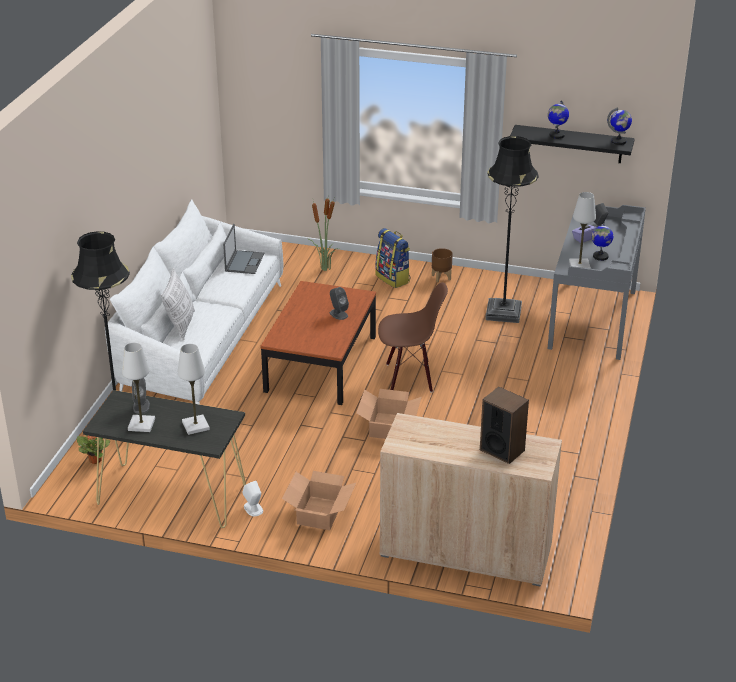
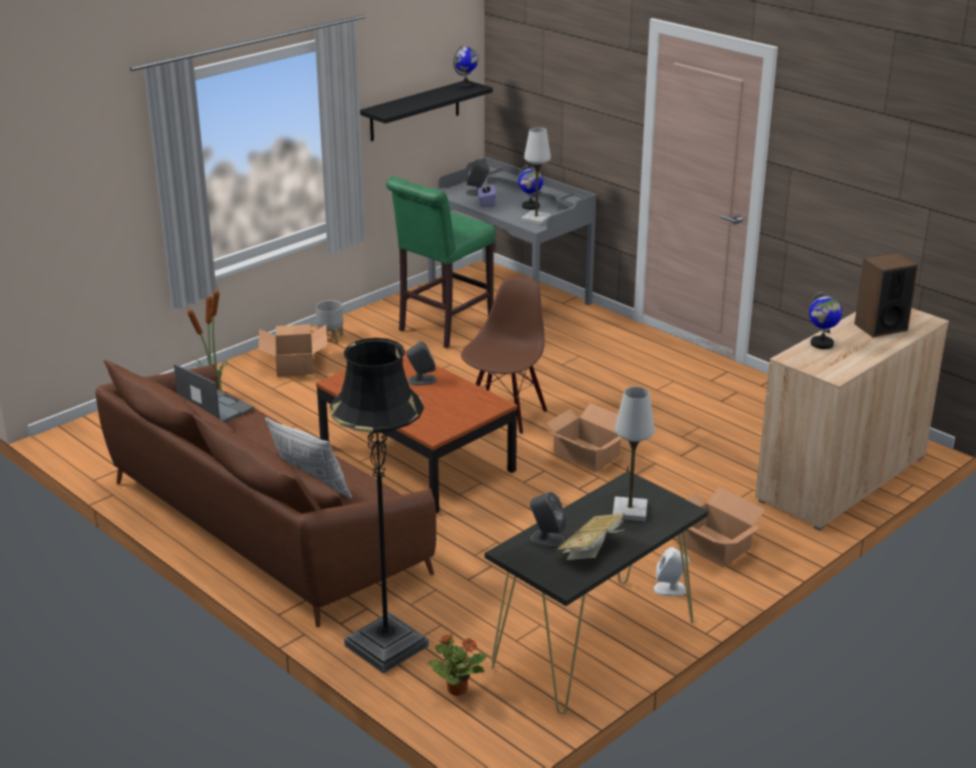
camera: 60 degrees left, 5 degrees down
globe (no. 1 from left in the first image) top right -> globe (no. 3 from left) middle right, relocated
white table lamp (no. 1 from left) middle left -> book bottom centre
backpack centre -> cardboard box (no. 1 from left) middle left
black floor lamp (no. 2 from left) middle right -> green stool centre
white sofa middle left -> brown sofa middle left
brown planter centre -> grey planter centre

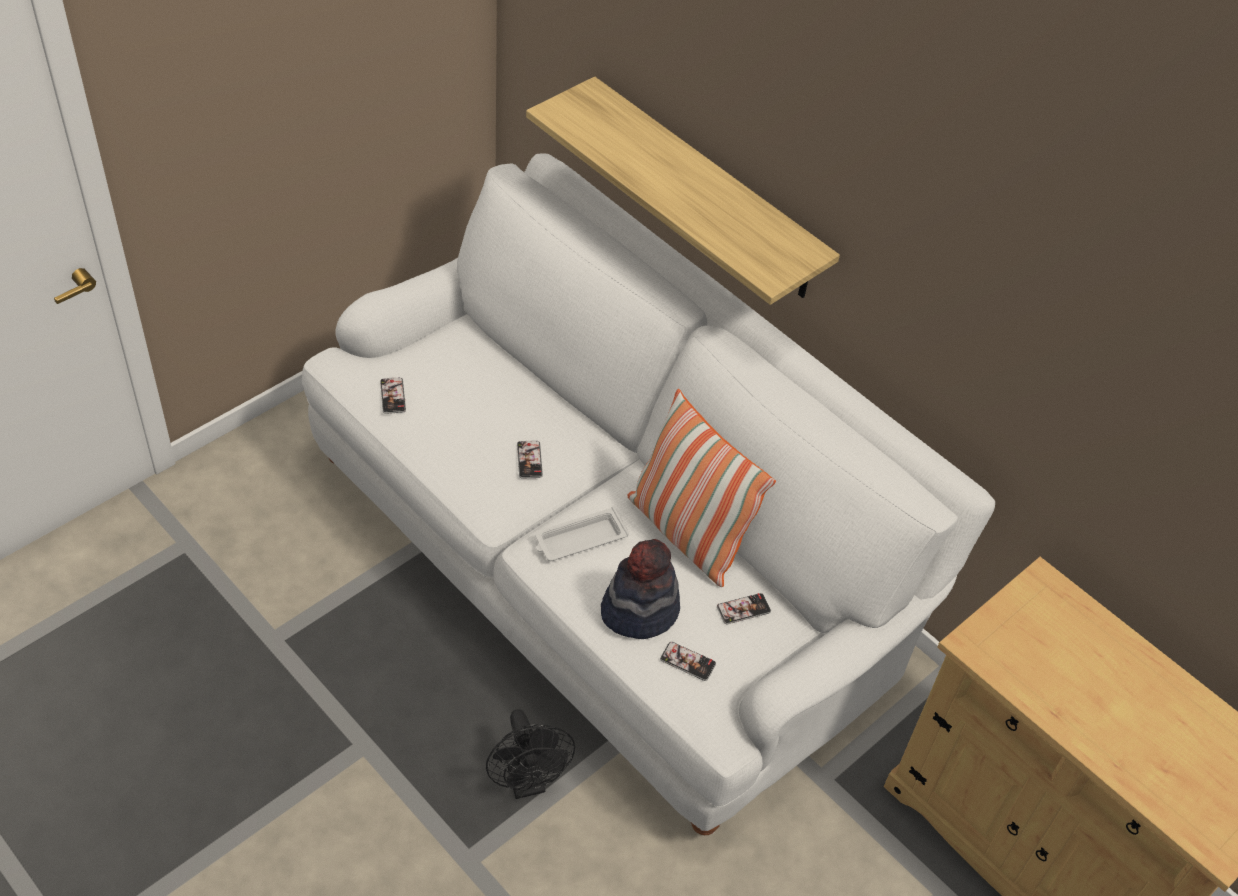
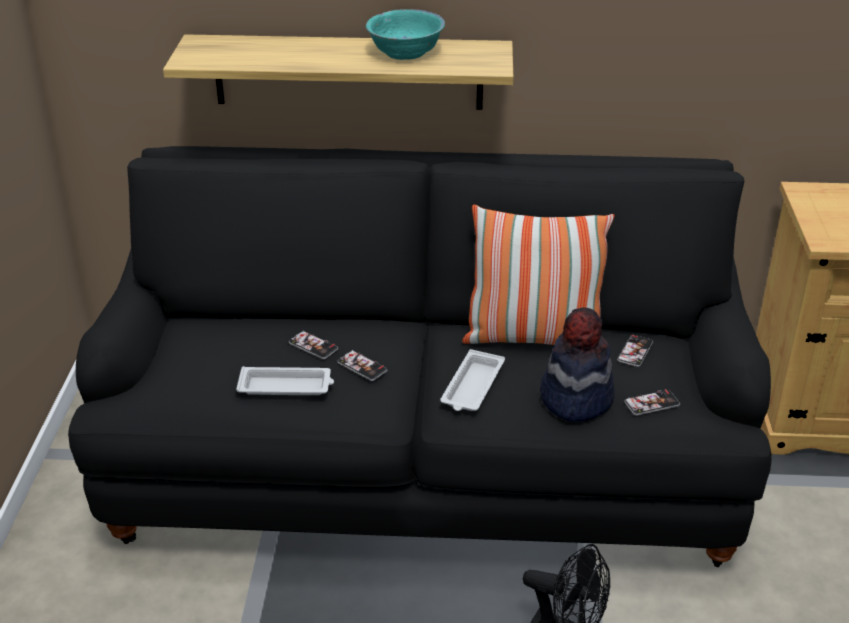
camera: 40 degrees left, 15 degrees down
none -> white tray (no. 1 from left) centre
none -> turquoise bowl top centre
phone (no. 1 from left) middle left -> phone (no. 1 from left) centre, relocated
white sofa centre -> black sofa centre

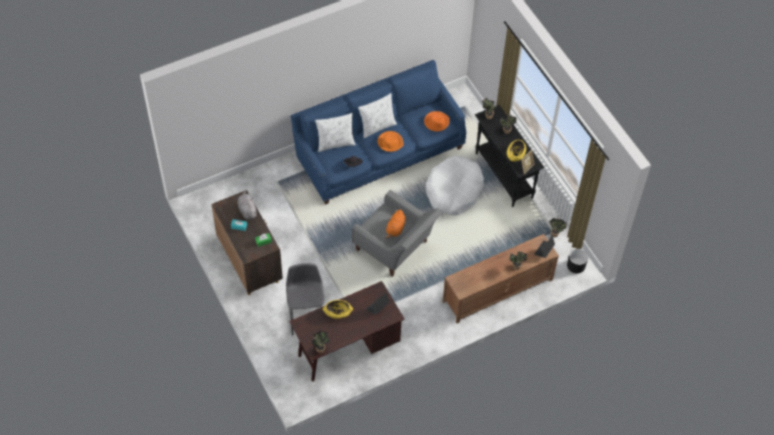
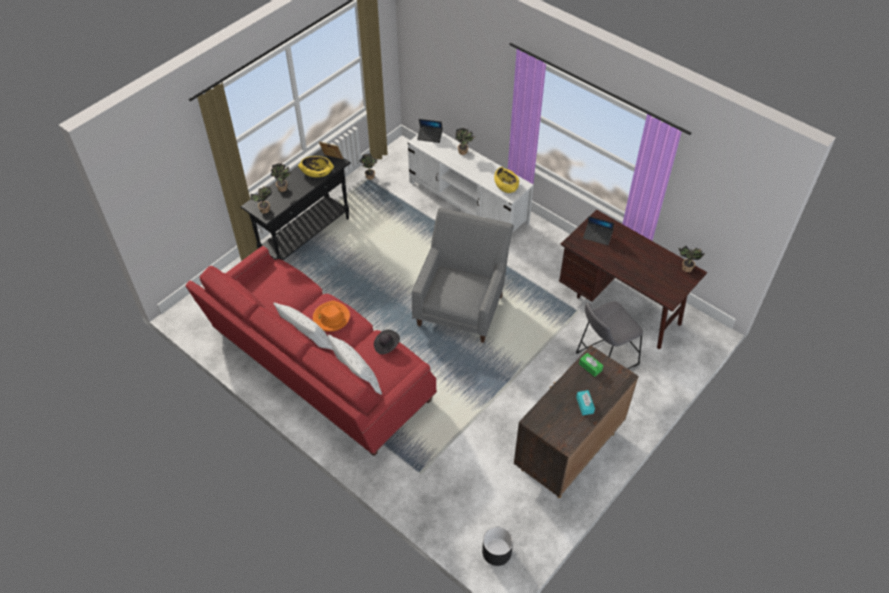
camera: 110 degrees left, 5 degrees down
grey plush toy middle left -> none
orange plush toy centre -> none
orange hat (no. 2 from left) top centre -> none
white dog bed centre -> none
yellow bowl (no. 1 from left in the first image) bottom centre -> yellow bowl (no. 2 from left) top centre, relocated
black planter middle right -> black planter bottom centre, relocated
blue sofa top centre -> red sofa centre
brown tv stand centre -> white tv stand top centre

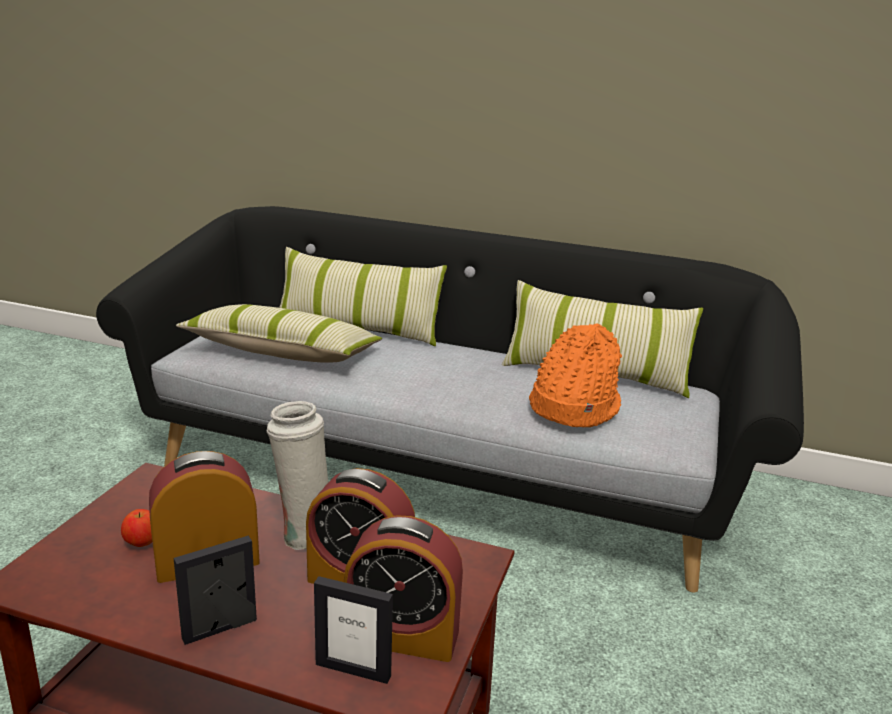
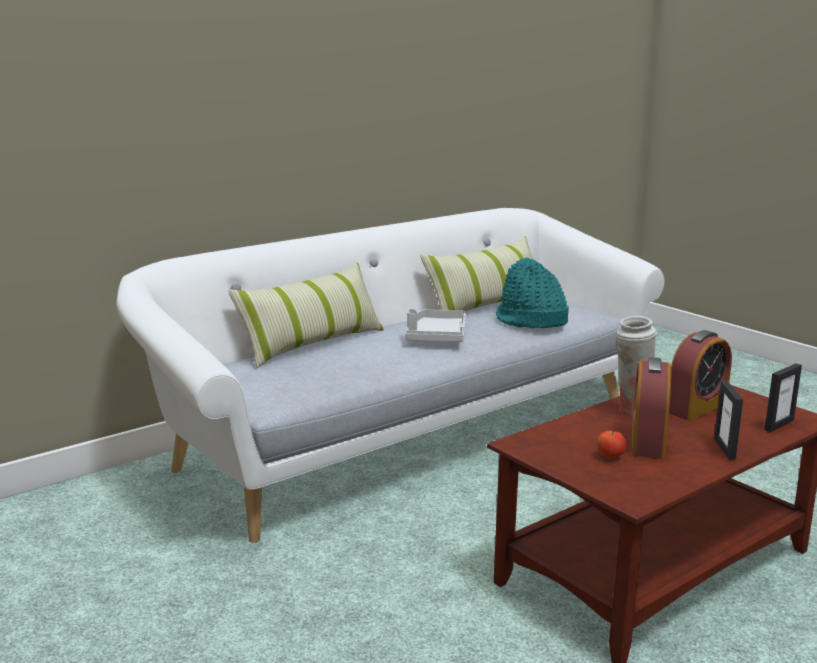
camera: 55 degrees left, 5 degrees down
pillow (no. 1 from left) middle left -> none
alarm clock (no. 3 from left) bottom centre -> none
none -> grey tray centre
black sofa centre -> white sofa centre
orange hat centre -> turquoise hat centre

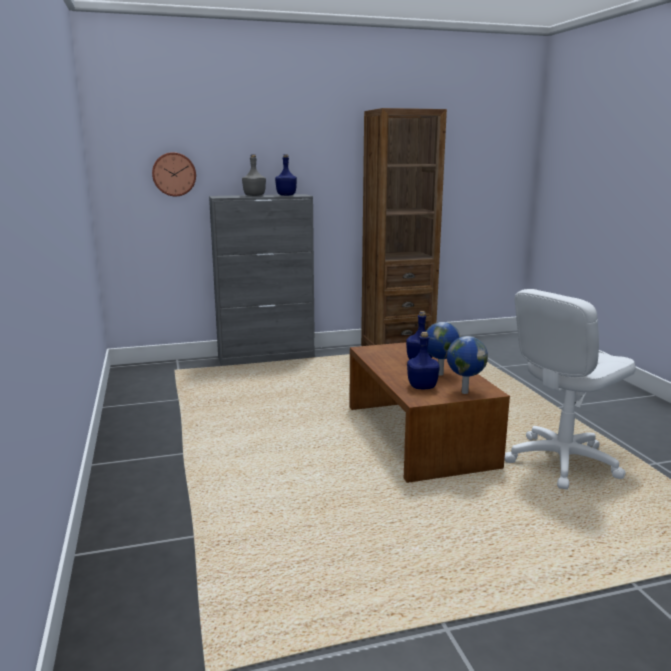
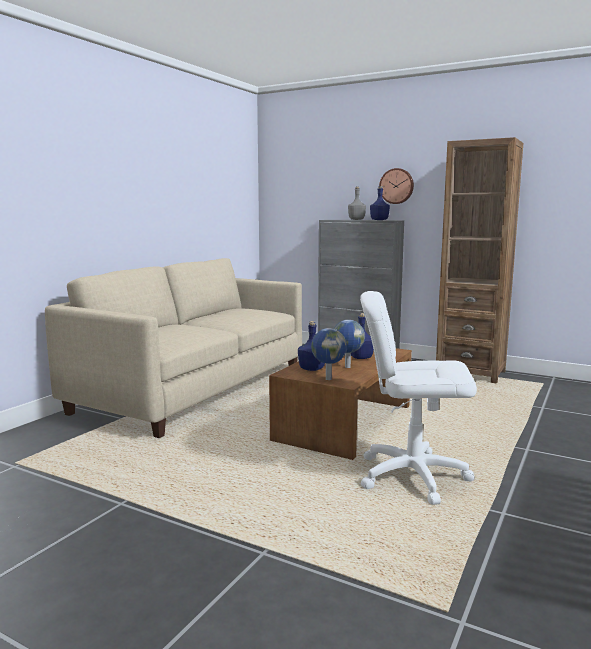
camera: 45 degrees right, 5 degrees down
none -> beige sofa middle left
wall clock top left -> wall clock top right, relocated

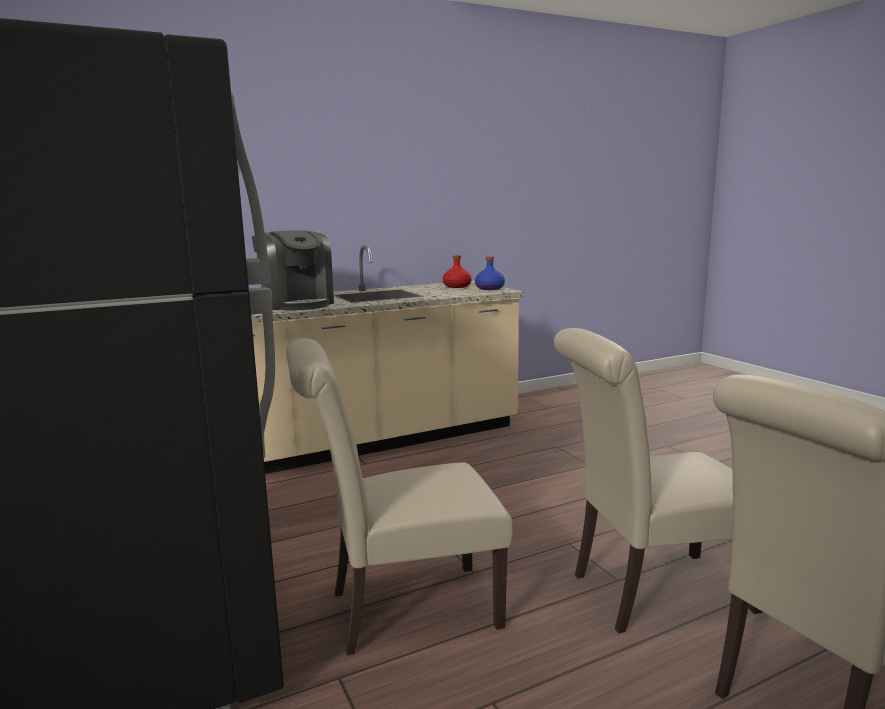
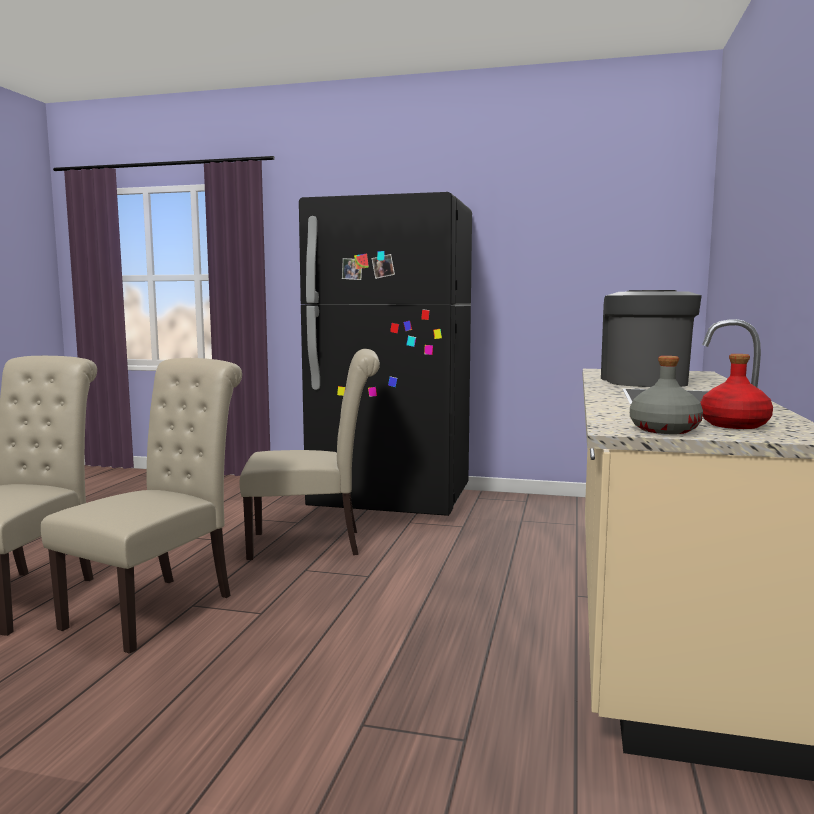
camera: 130 degrees right, 5 degrees down
blue bottle centre -> grey bottle middle right
coffee machine middle left -> coffee machine middle right, 90 degrees clockwise
beige chair (no. 1 from left in the first image) bottom centre -> beige chair (no. 3 from left) centre, 60 degrees clockwise

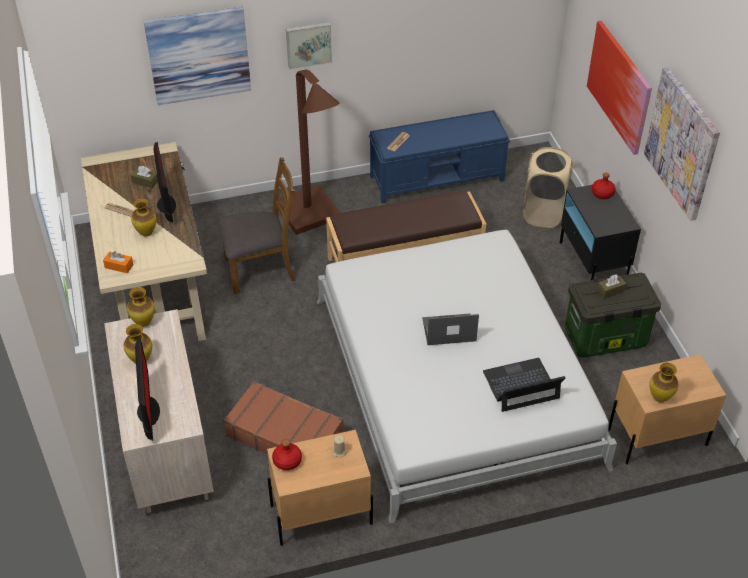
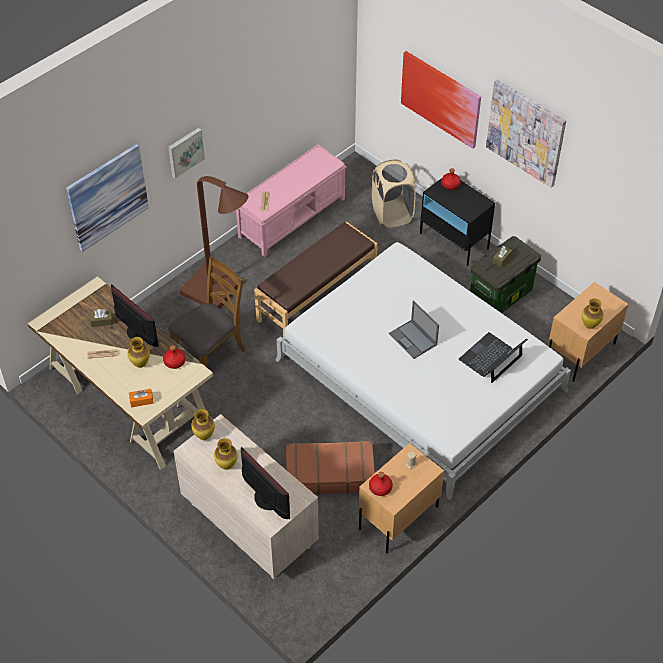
camera: 30 degrees left, 5 degrees up
none -> red bottle (no. 1 from left) middle left
blue bench top centre -> pink bench top centre
laptop (no. 1 from left) centre, 90 degrees counterclockwise

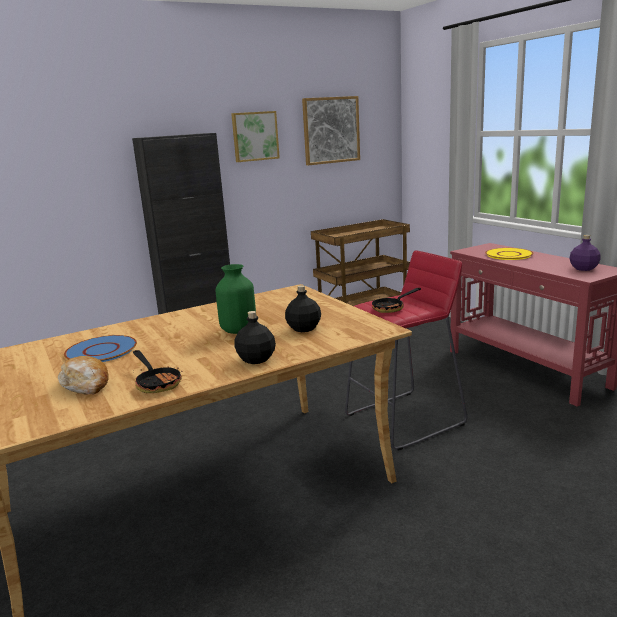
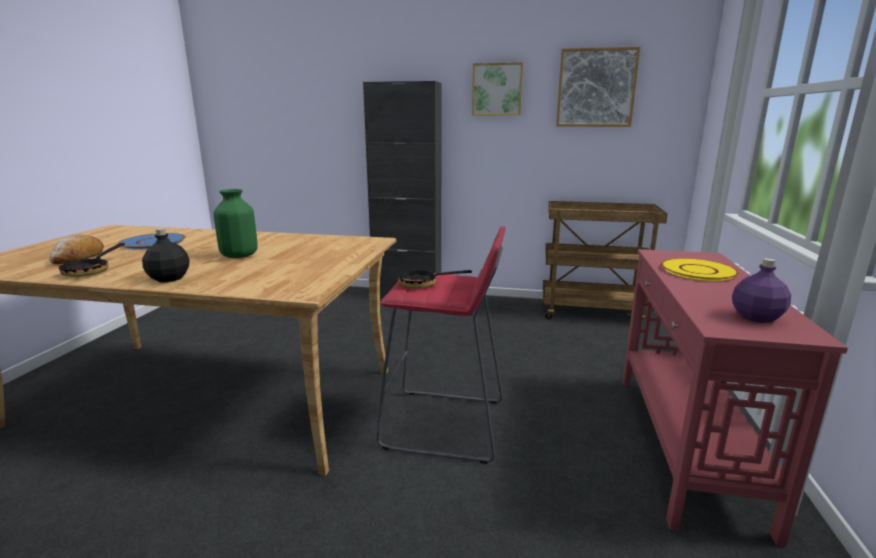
camera: 40 degrees right, 0 degrees up
black bottle (no. 2 from left) centre -> none

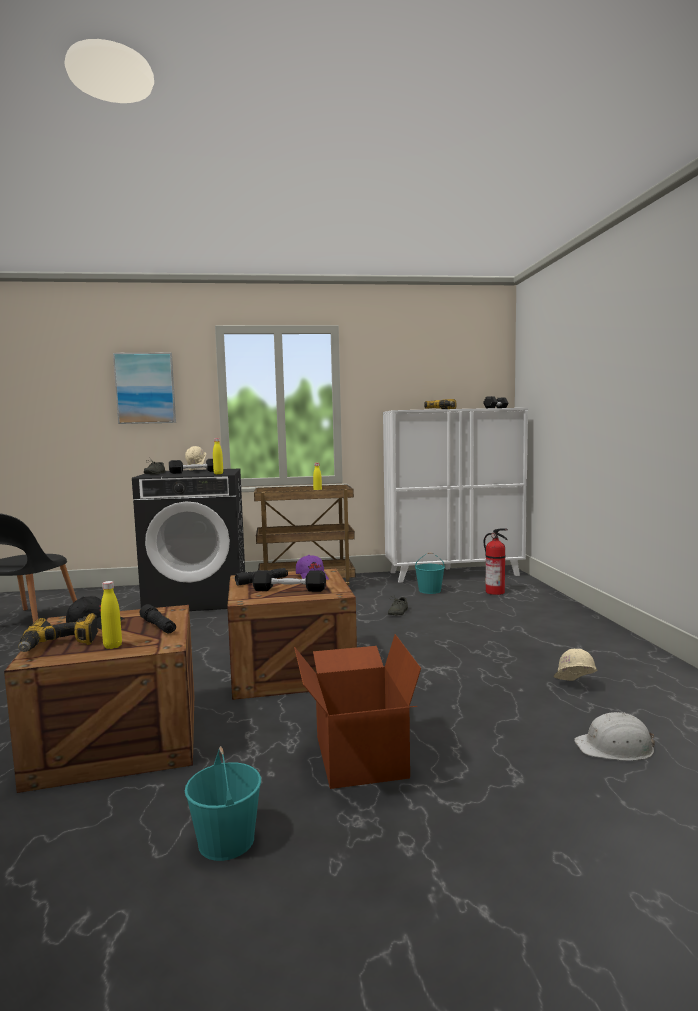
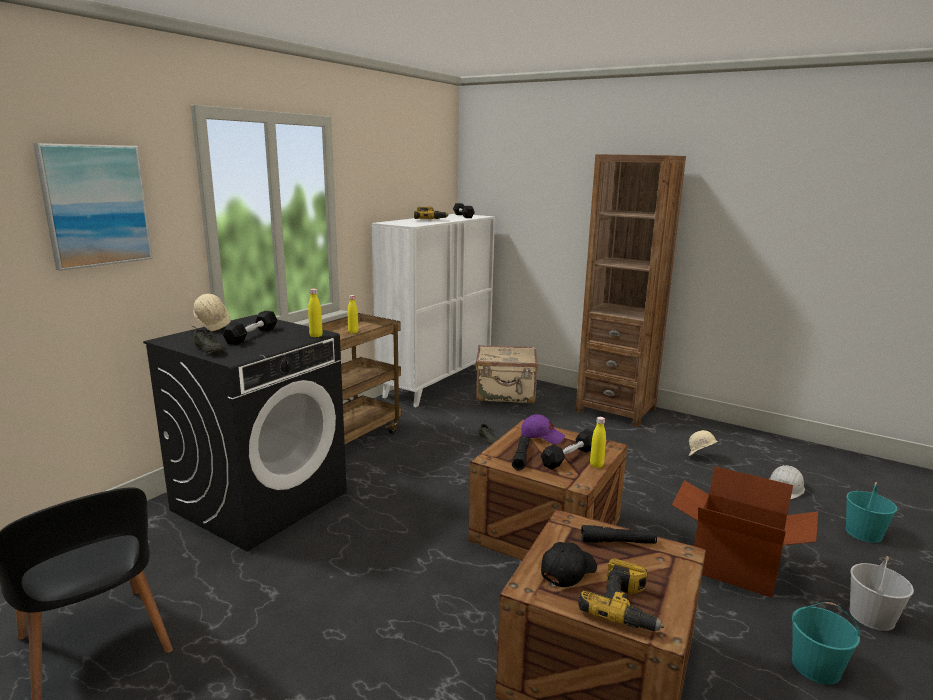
camera: 50 degrees left, 10 degrees up
none -> brown bookcase middle right
none -> white bucket bottom right
yellow bottle (no. 1 from left in the first image) middle left -> yellow bottle (no. 3 from left) centre, relocated
turquoise bucket (no. 2 from left) centre -> turquoise bucket (no. 2 from left) bottom right, relocated
fire extinguisher middle right -> beige suitcase centre

